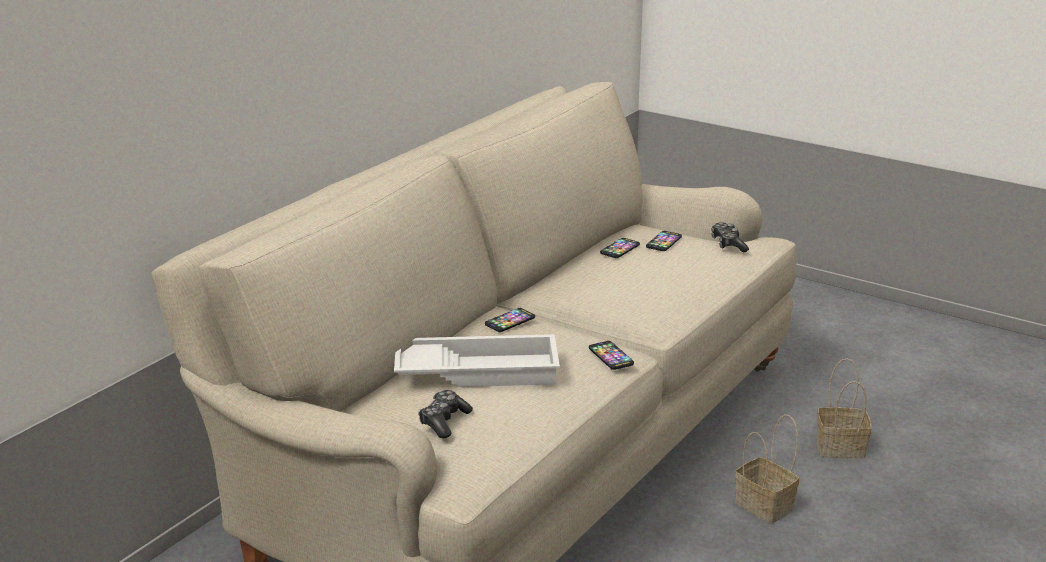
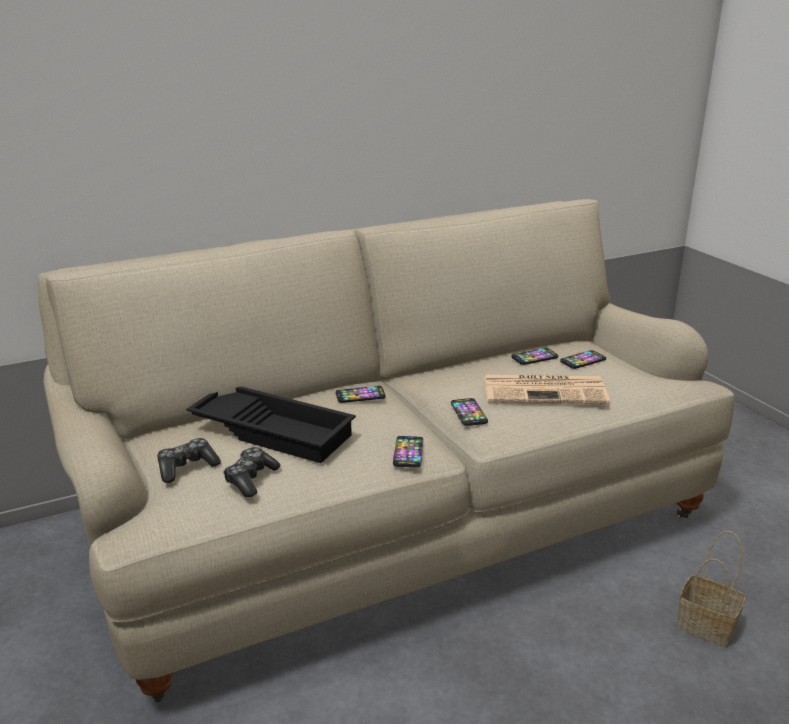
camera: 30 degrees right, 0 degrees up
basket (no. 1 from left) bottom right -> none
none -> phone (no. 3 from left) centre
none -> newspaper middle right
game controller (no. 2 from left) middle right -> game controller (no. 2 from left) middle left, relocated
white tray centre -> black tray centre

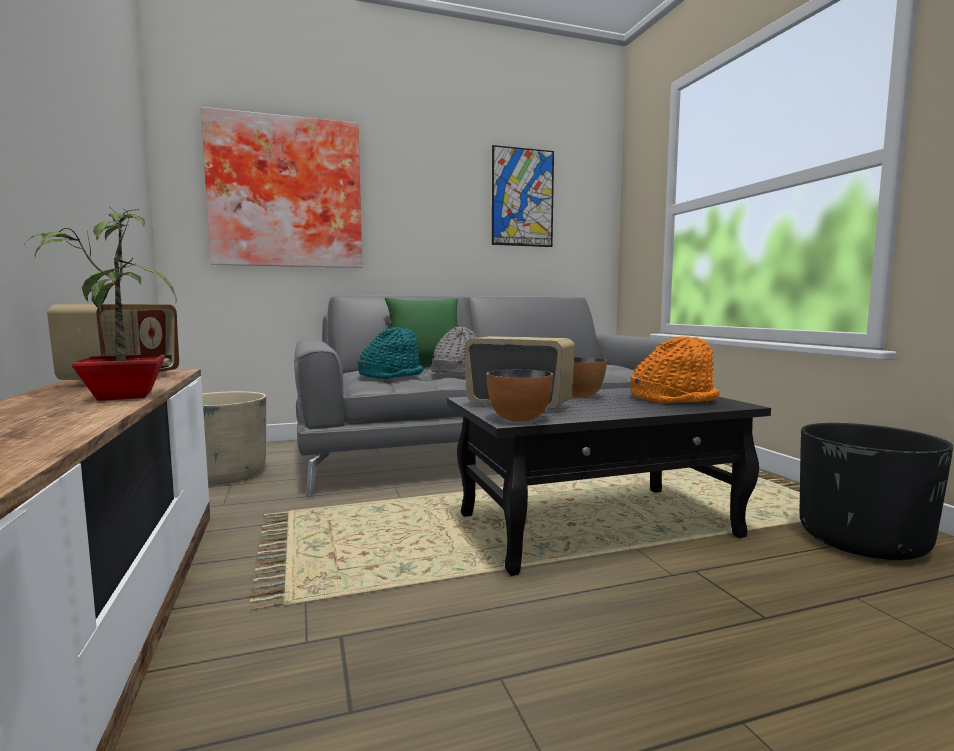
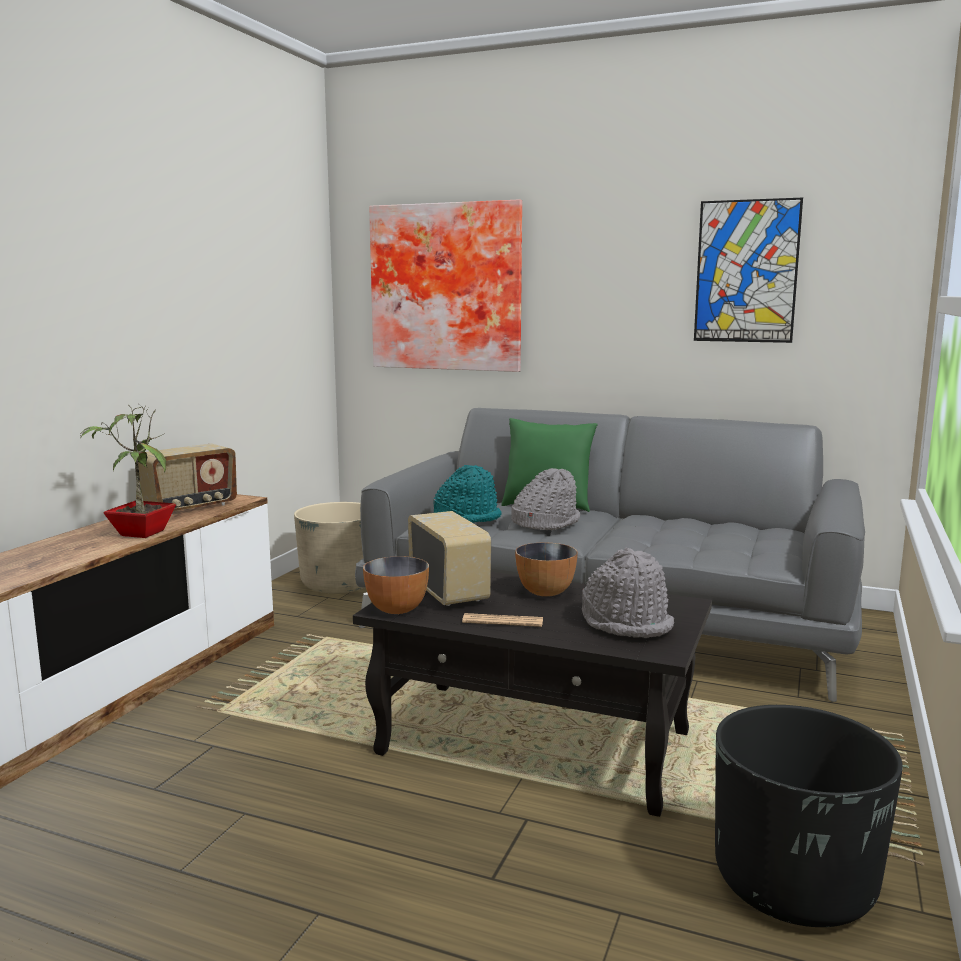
camera: 40 degrees right, 5 degrees up
none -> newspaper centre
orange hat middle right -> grey hat (no. 2 from left) centre

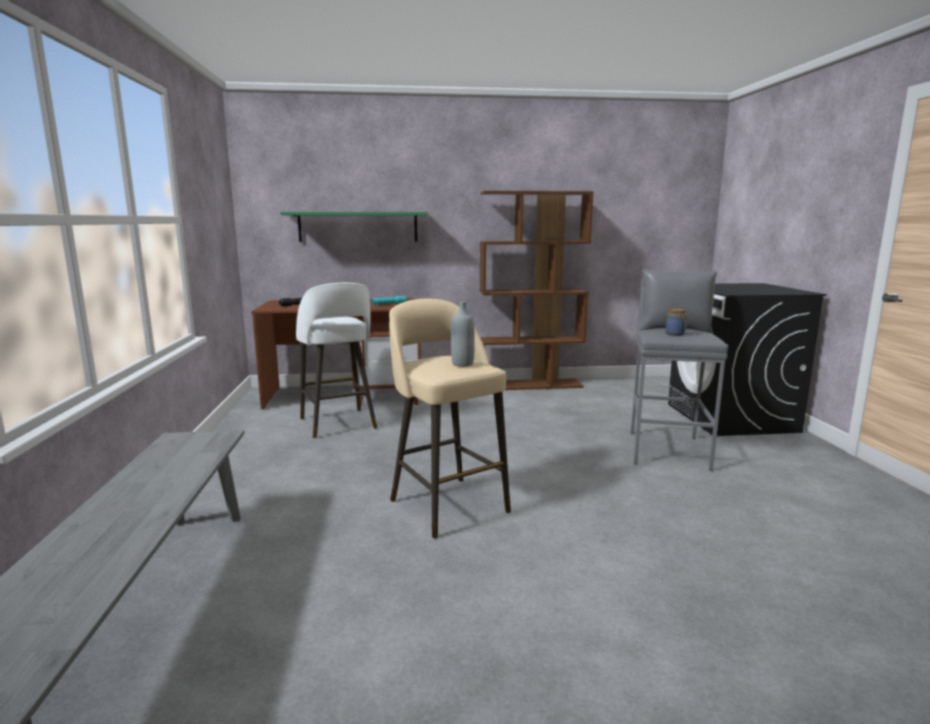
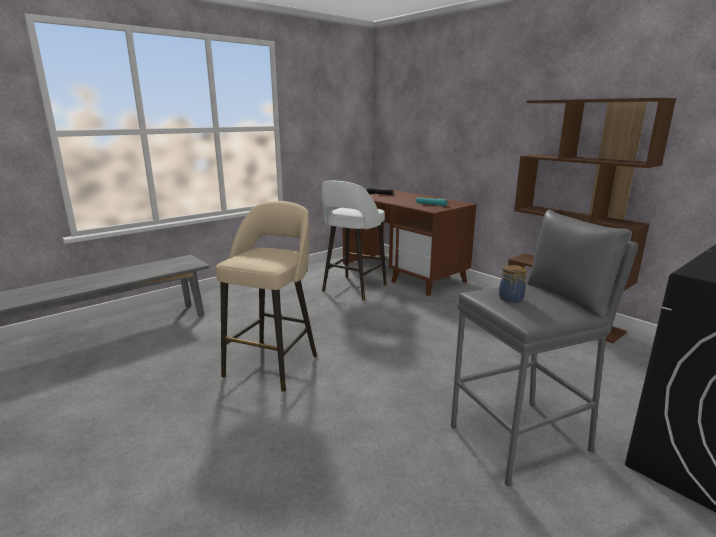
camera: 55 degrees right, 5 degrees up
green shelf top centre -> none
grey bottle centre -> none

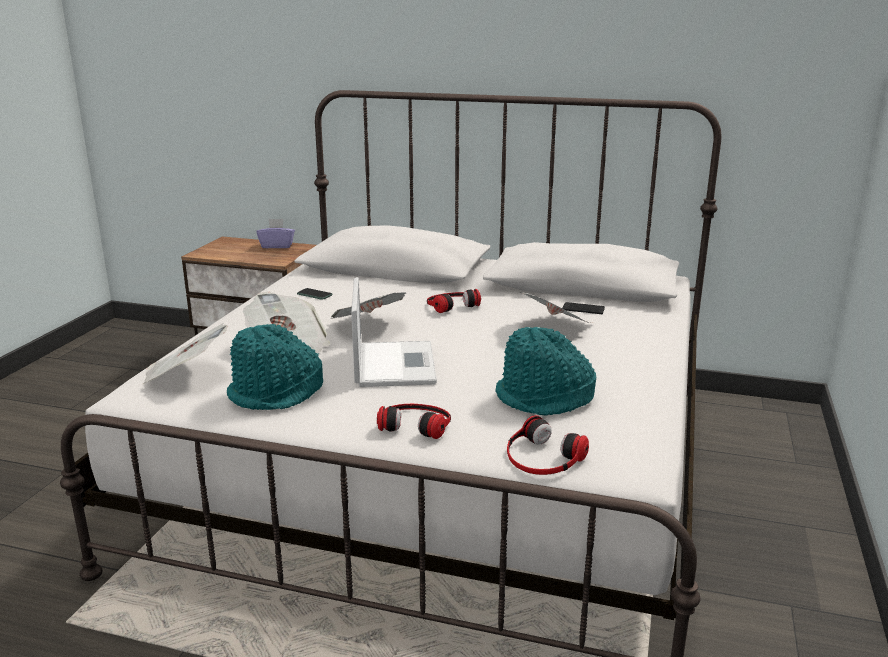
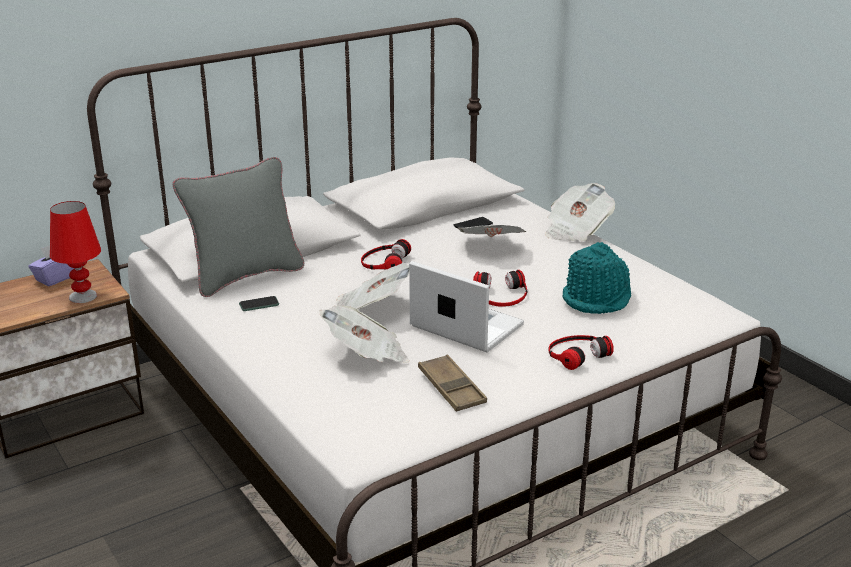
camera: 50 degrees left, 5 degrees up
none -> red table lamp middle left
none -> grey pillow middle left
newspaper (no. 1 from left in the first image) middle left -> newspaper (no. 4 from left) middle right, relocated
headphones (no. 3 from left in the first image) bottom centre -> headphones (no. 2 from left) centre, relocated
turquoise hat (no. 1 from left) middle left -> brown tray bottom centre

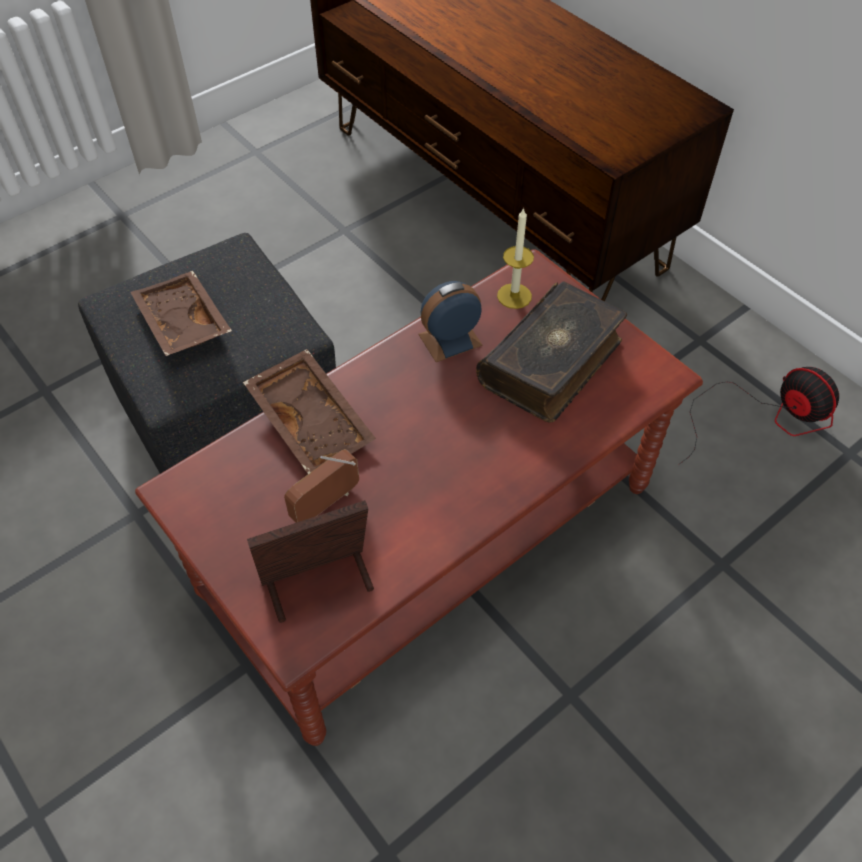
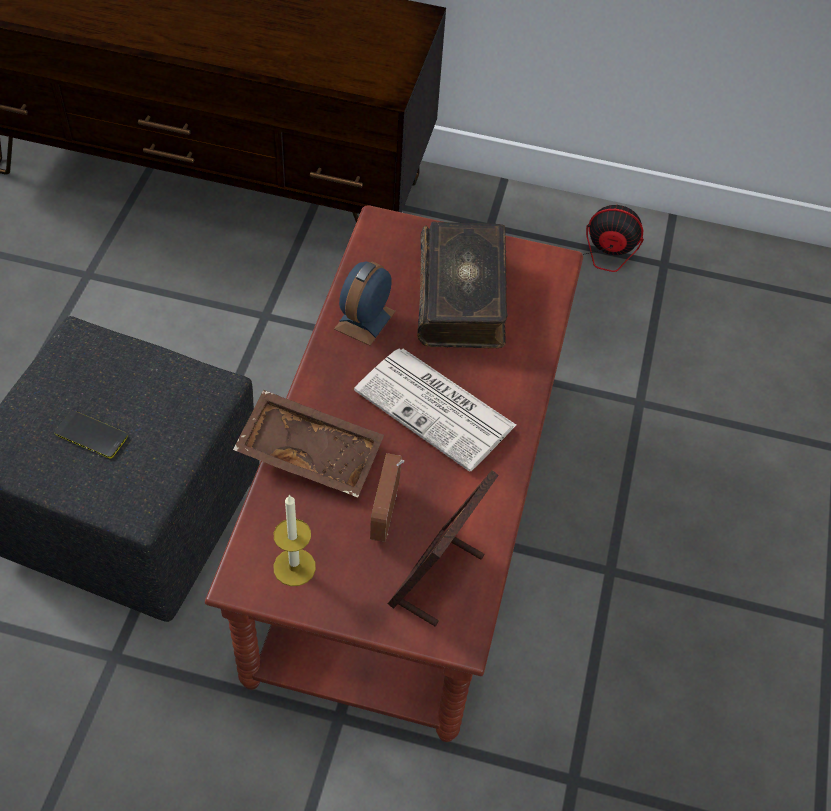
camera: 40 degrees left, 0 degrees up
none -> newspaper centre
candle top centre -> candle centre, relocated
brown tray (no. 1 from left) middle left -> phone middle left

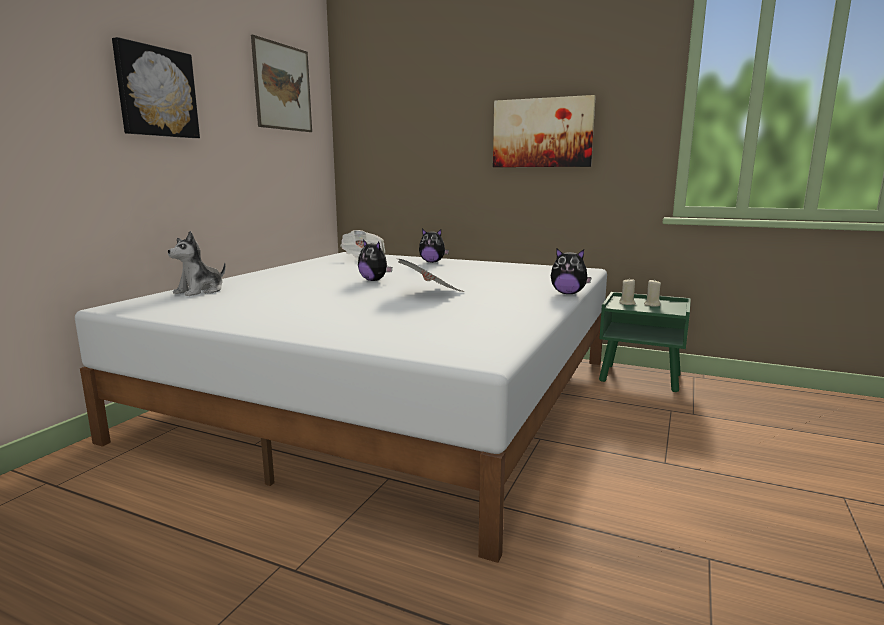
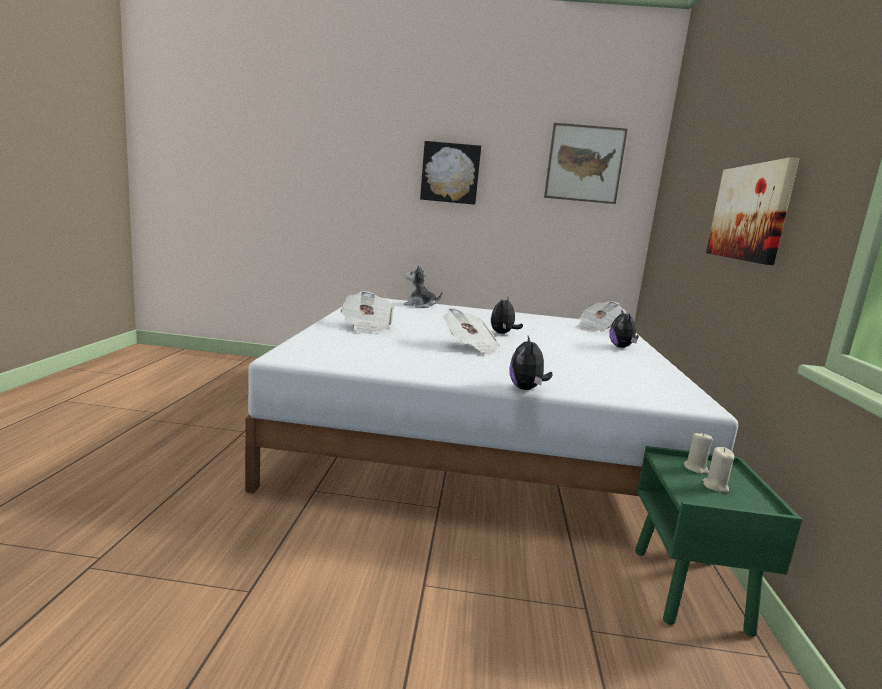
camera: 70 degrees right, 0 degrees up
none -> newspaper (no. 1 from left) centre

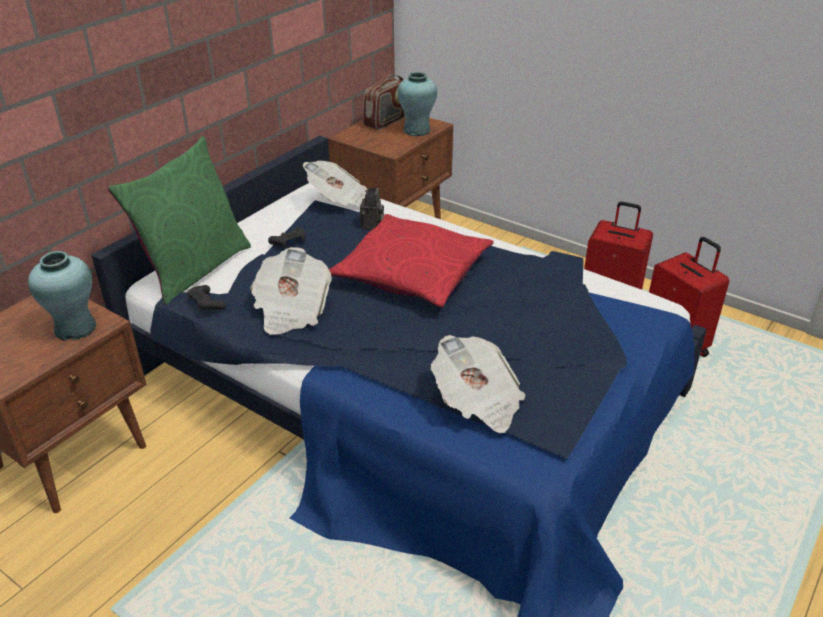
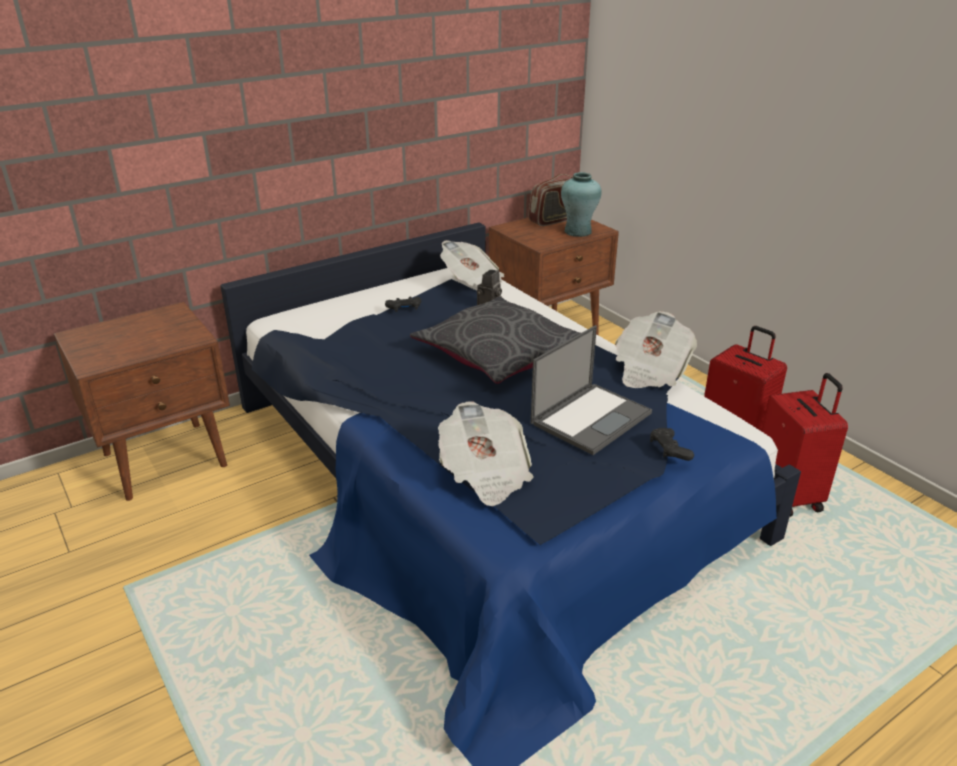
camera: 20 degrees right, 5 degrees down
turquoise vase (no. 1 from left) middle left -> none
green pillow middle left -> none
none -> laptop centre
black game controller (no. 1 from left in the first image) middle left -> black game controller (no. 2 from left) middle right, relocated
newspaper (no. 1 from left in the first image) centre -> newspaper (no. 3 from left) middle right, relocated
red pillow centre -> grey pillow centre

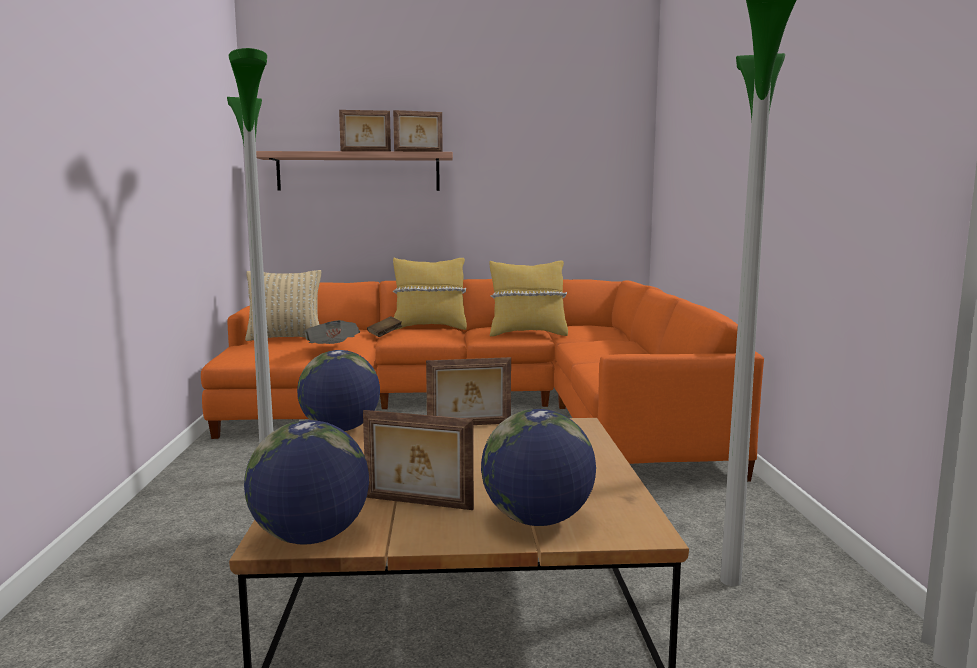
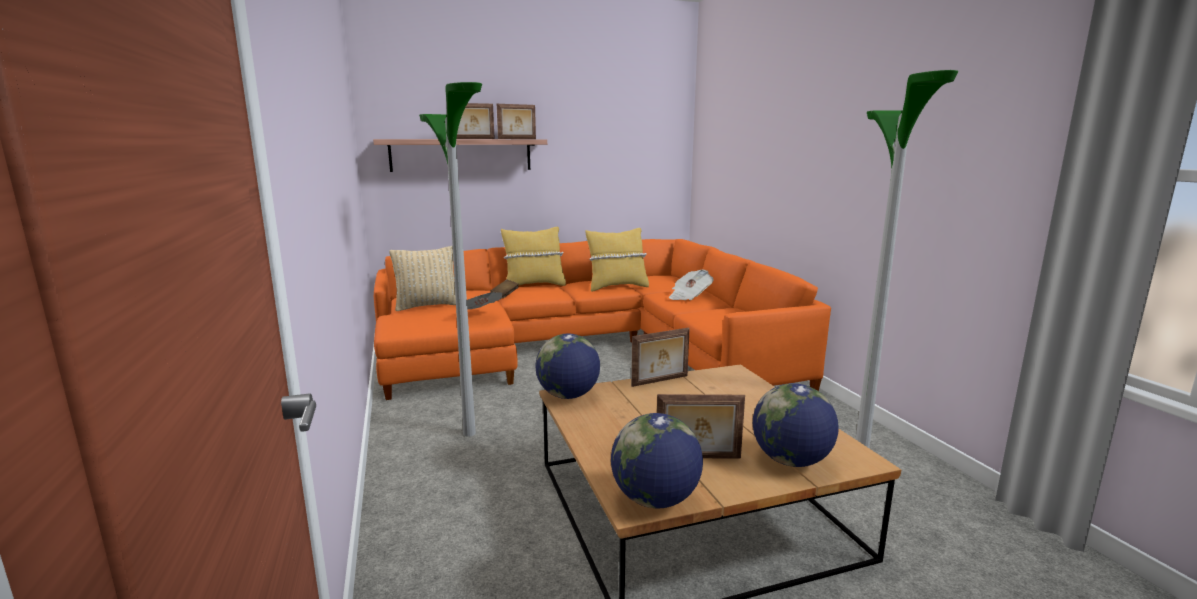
camera: 15 degrees left, 5 degrees up
none -> newspaper (no. 2 from left) centre

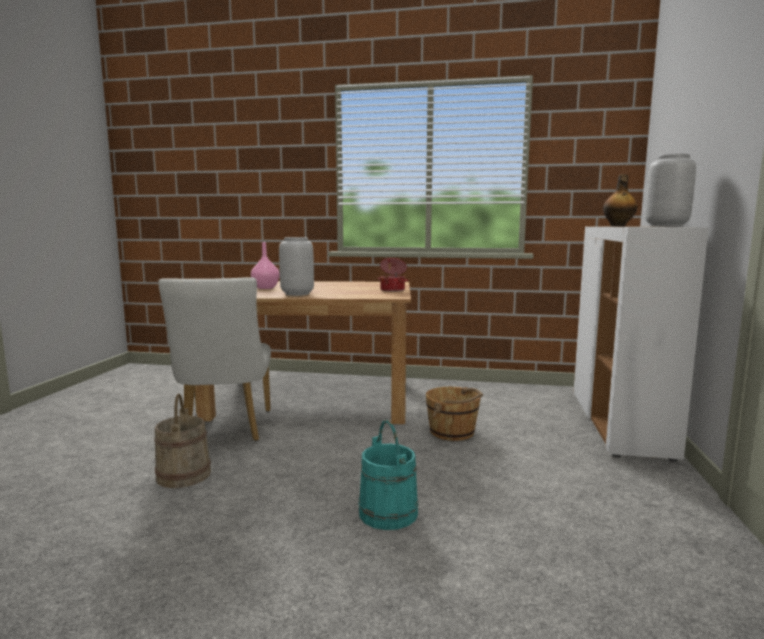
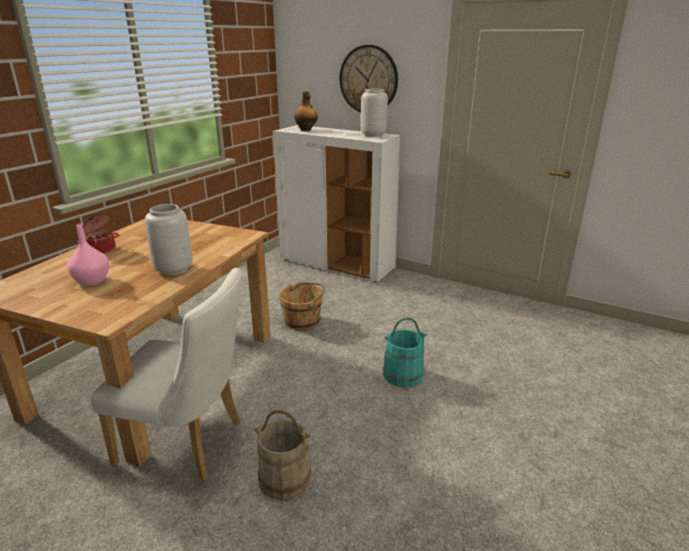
camera: 70 degrees left, 15 degrees up
none -> wall clock top centre
cooking pot centre -> cooking pot middle left, relocated

